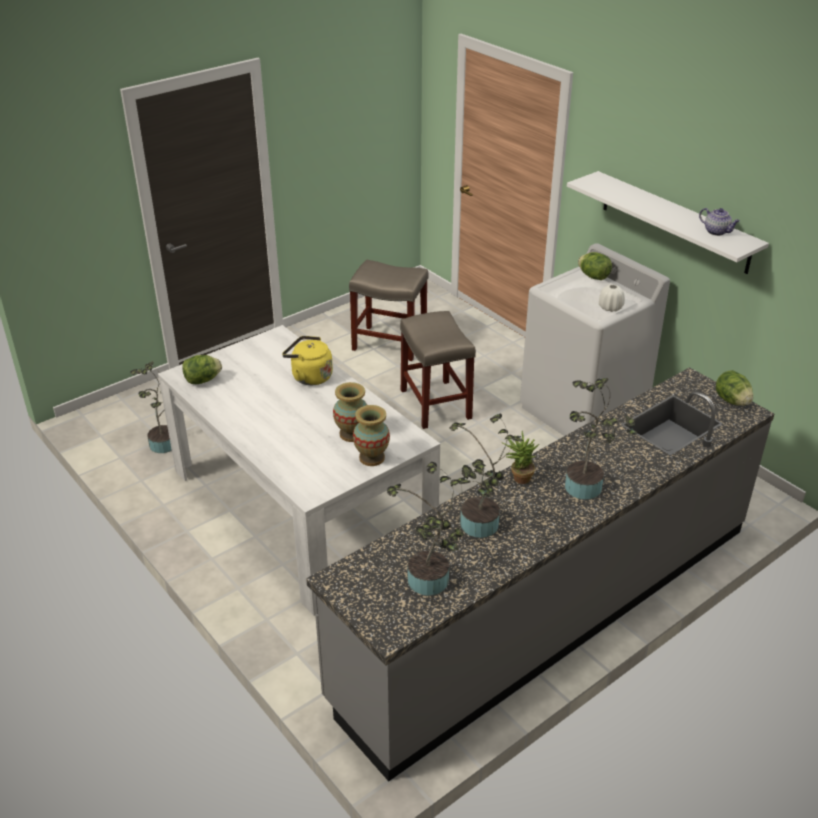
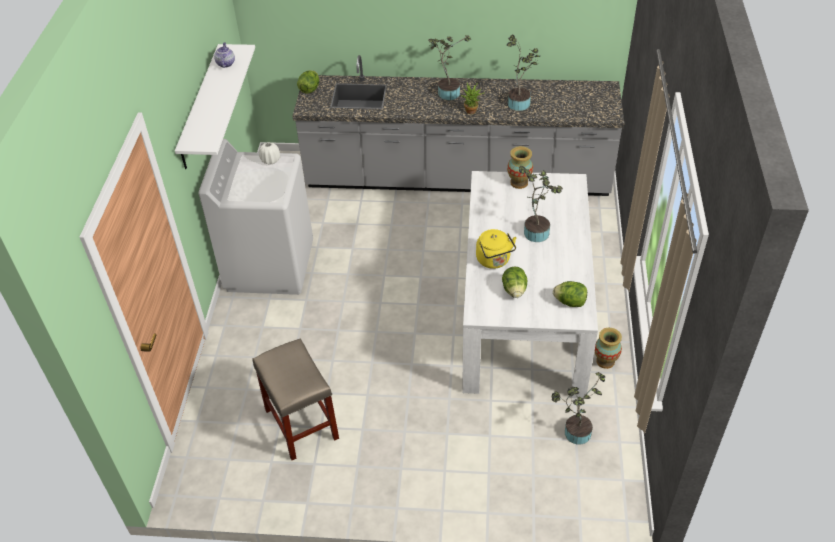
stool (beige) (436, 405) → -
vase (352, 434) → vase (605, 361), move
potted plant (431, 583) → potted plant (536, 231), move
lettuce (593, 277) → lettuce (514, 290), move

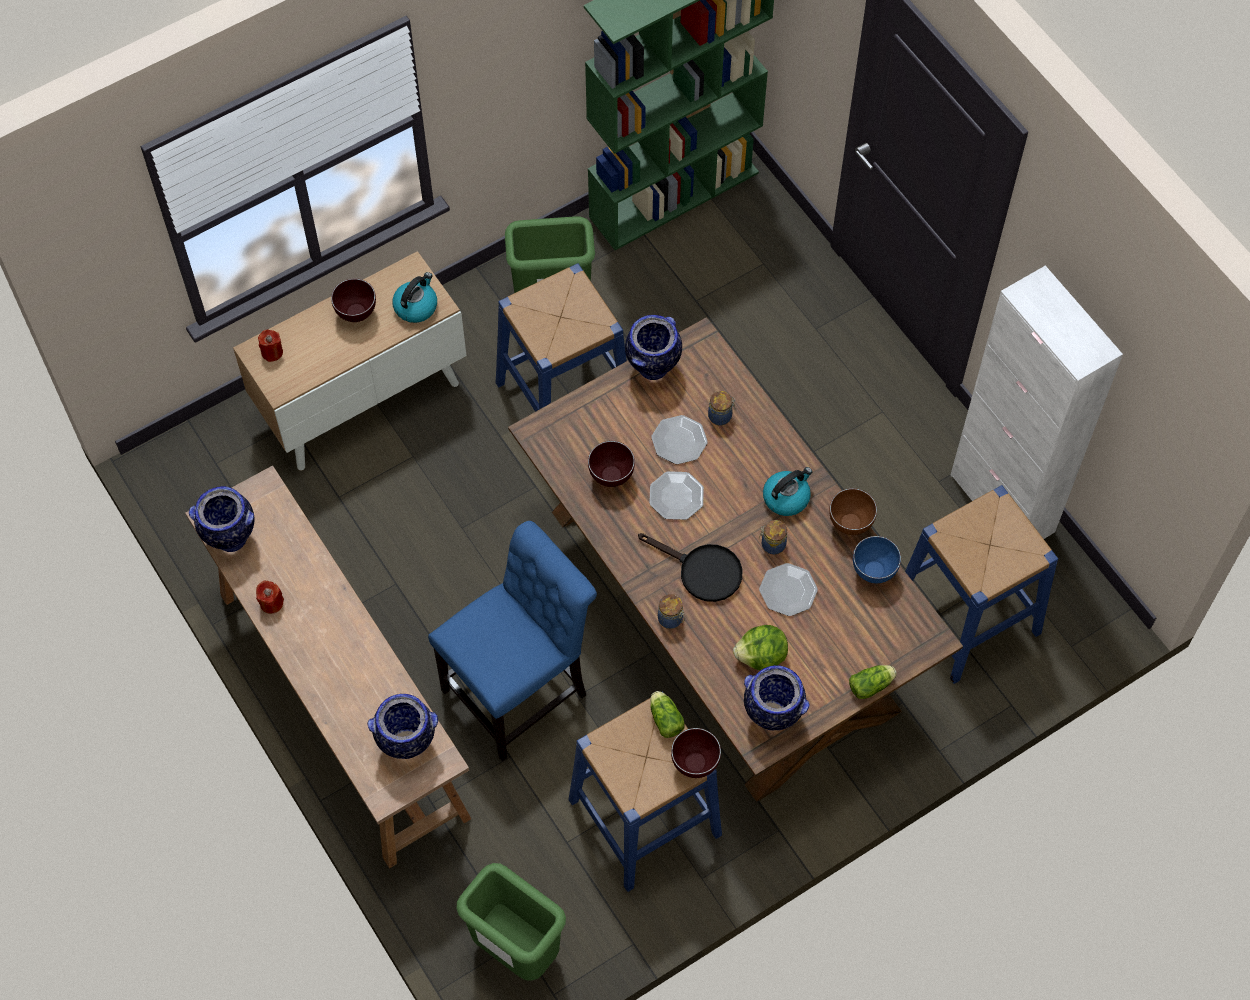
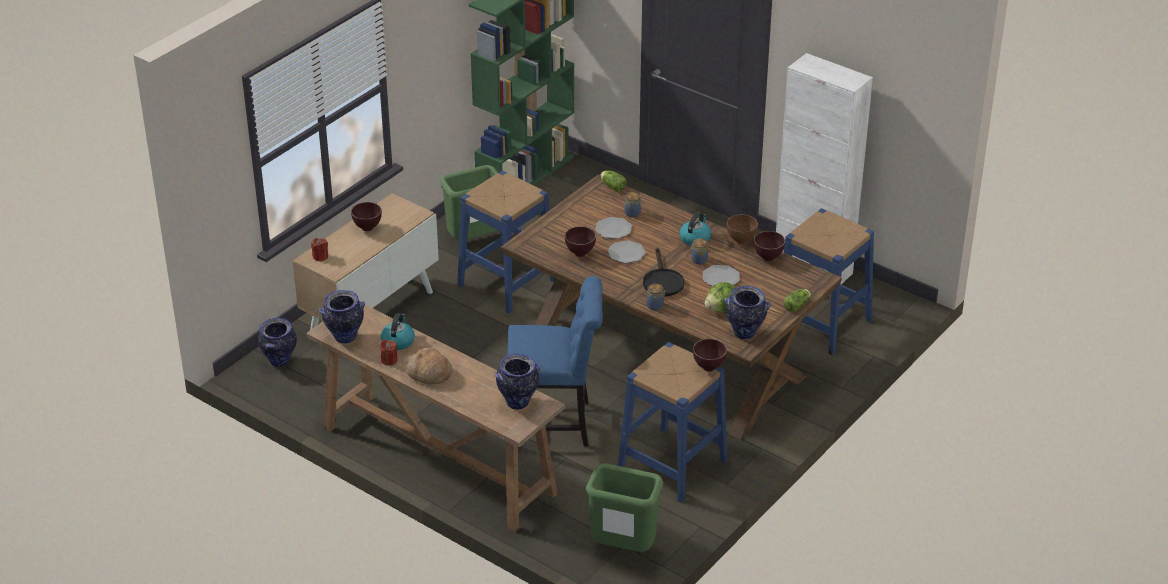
- → bread (429, 373)
kettle (416, 306) → kettle (398, 341), move
vase (653, 369) → vase (279, 362), move
lettuce (665, 718) → lettuce (612, 186), move
bowl (blue) (874, 572) → bowl (brown) (768, 258)
chair (blue) (521, 689) → chair (blue) (555, 424), 60 degrees clockwise
frying pan (black) (702, 571) → frying pan (black) (662, 281), 75 degrees clockwise

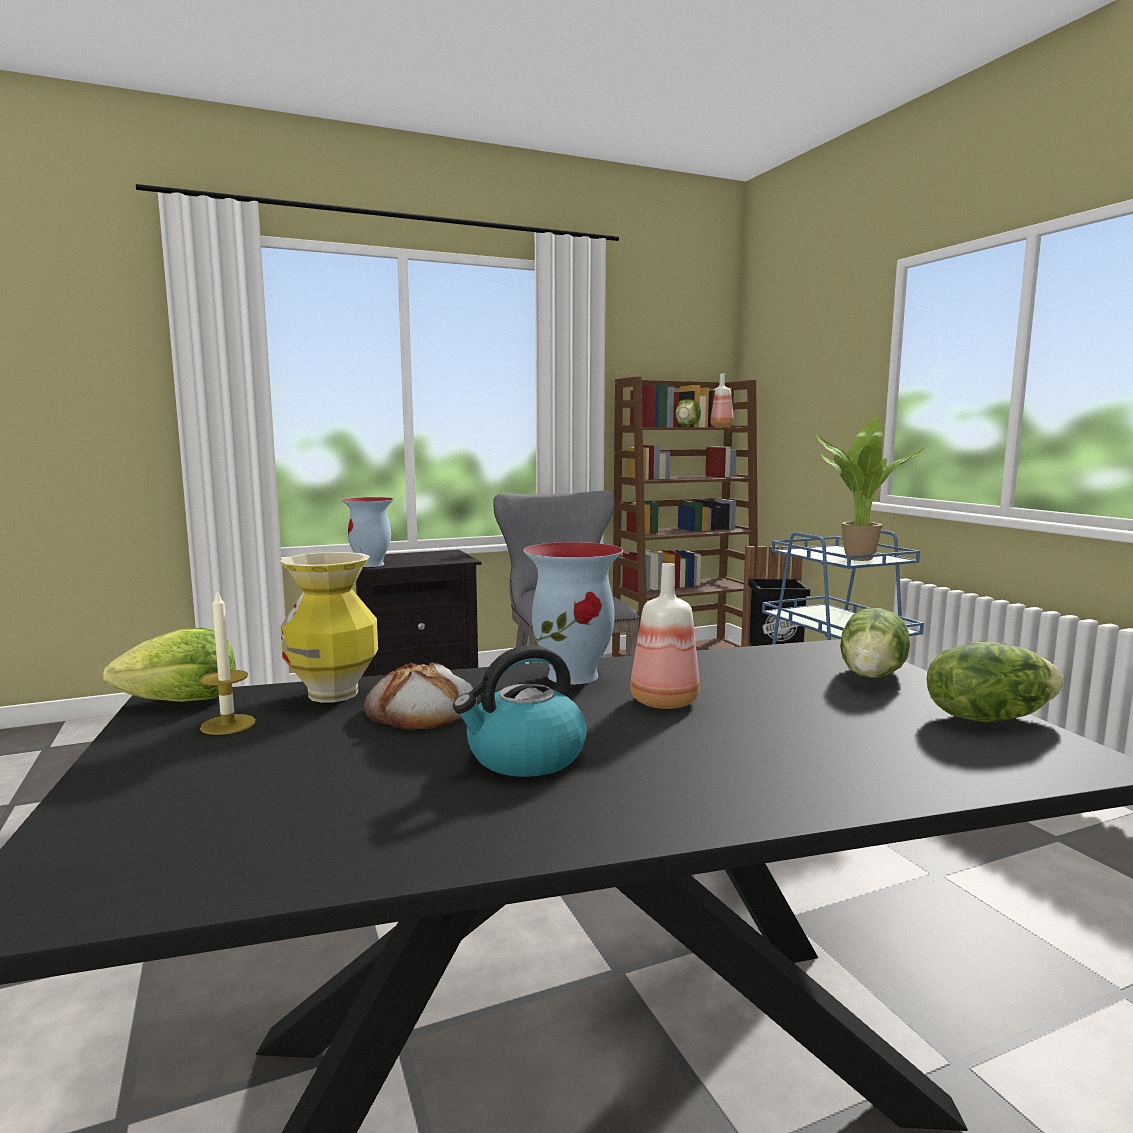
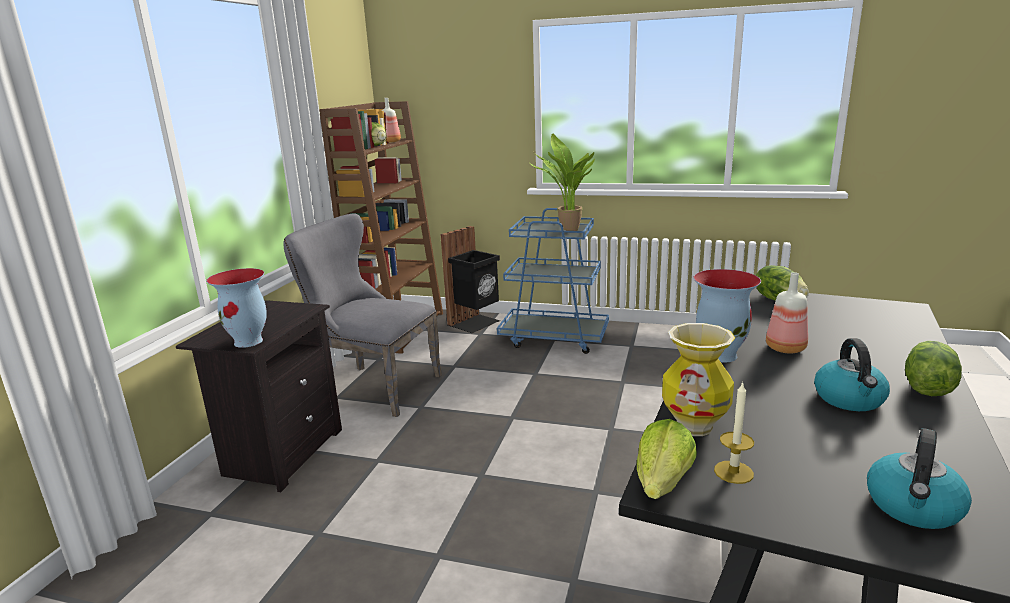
bread (421, 711) → -
- → kettle (913, 507)
lettuce (987, 717) → lettuce (926, 387), move

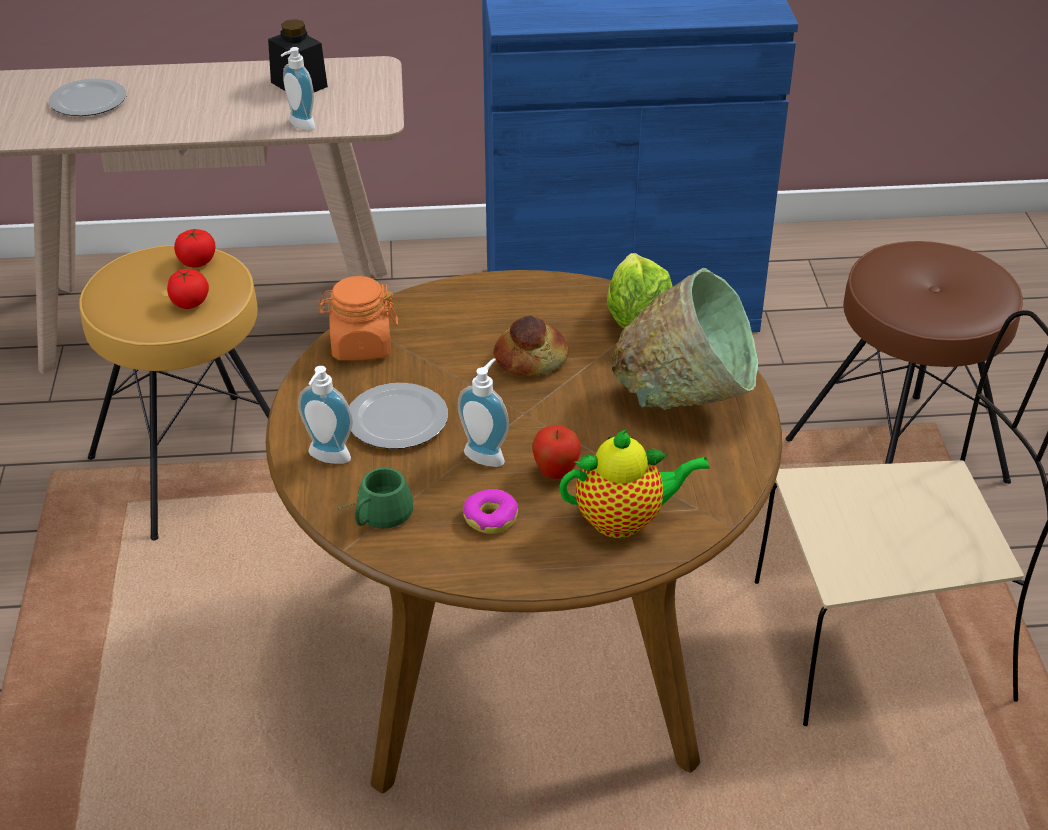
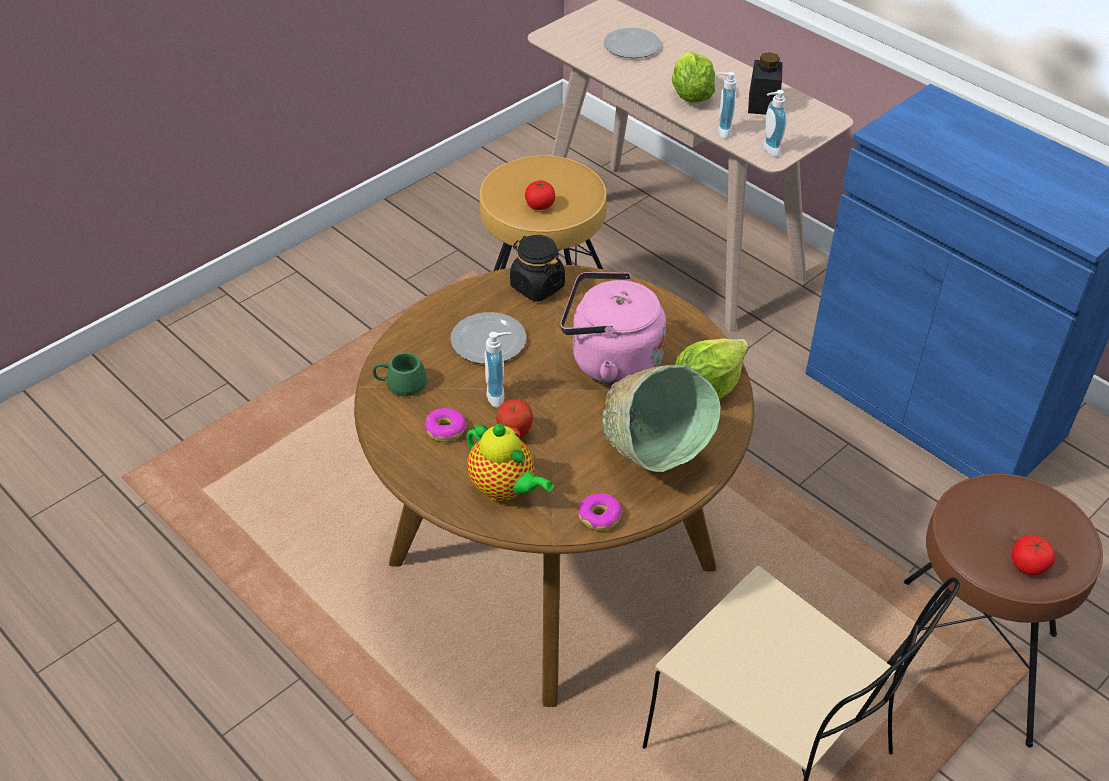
- → donut (600, 516)
- → lettuce (690, 95)
tomato (197, 262) → tomato (1028, 565), move
soap dispenser (327, 459) → soap dispenser (768, 150), move
bread (530, 358) → kettle (pink) (610, 362)
jar (orange) (360, 346) → jar (black) (537, 286)

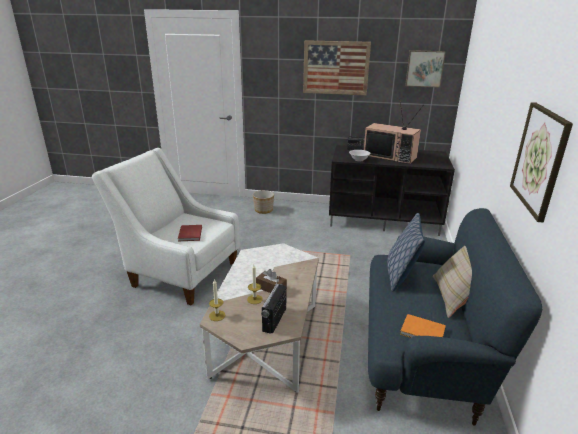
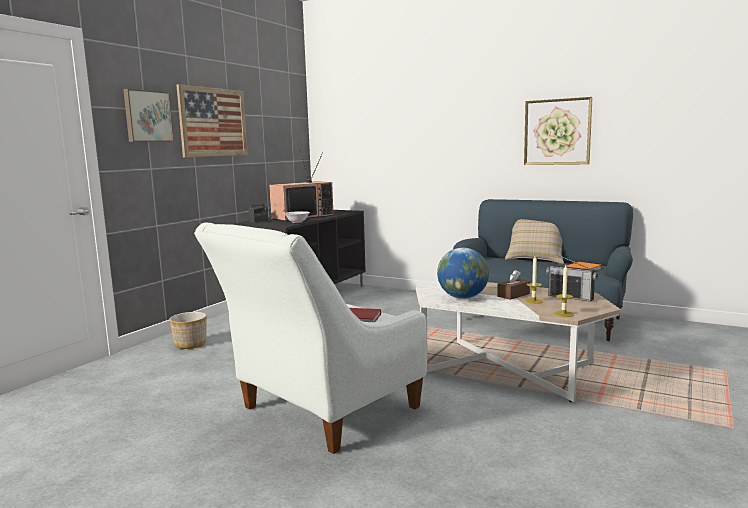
pillow (401, 275) → -
- → globe (463, 297)
picture (424, 68) → picture (147, 116), move

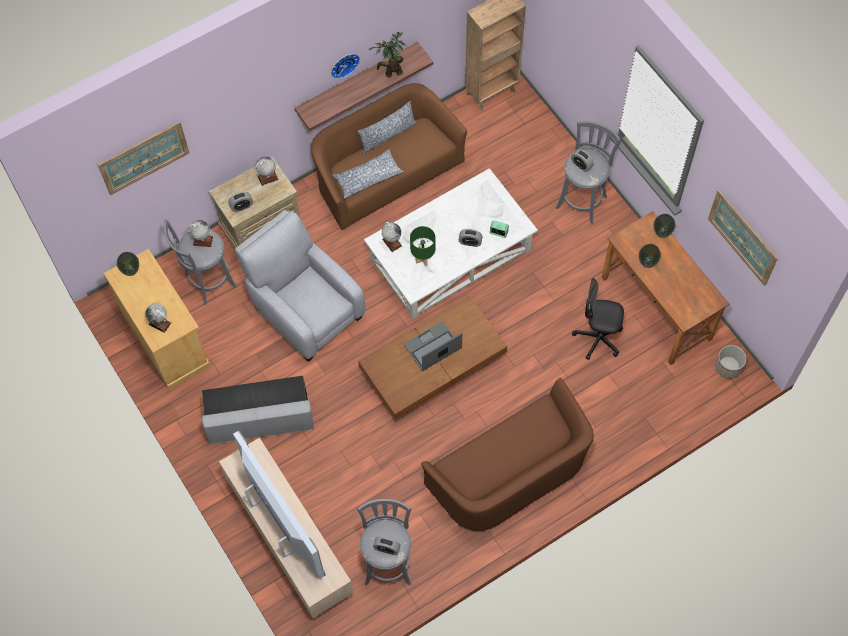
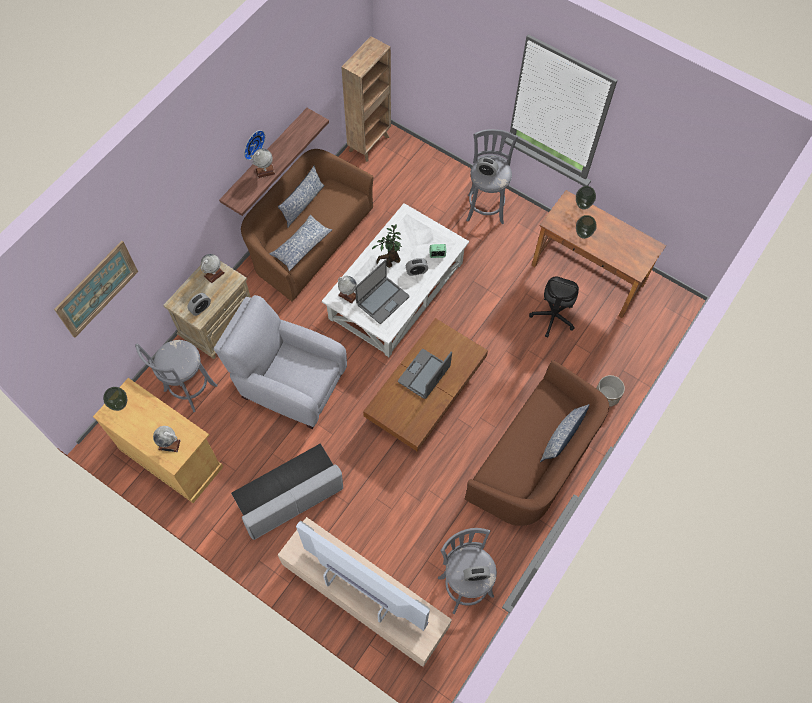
picture (742, 237) → -
- → pillow (562, 437)
globe (202, 240) → globe (265, 171), move
potted plant (391, 73) → potted plant (390, 262), move
planter (728, 367) → planter (607, 396), move
table lamp (green) (423, 259) → laptop (382, 300)
office chair (black) (598, 339) → office chair (black) (552, 317), 60 degrees counterclockwise

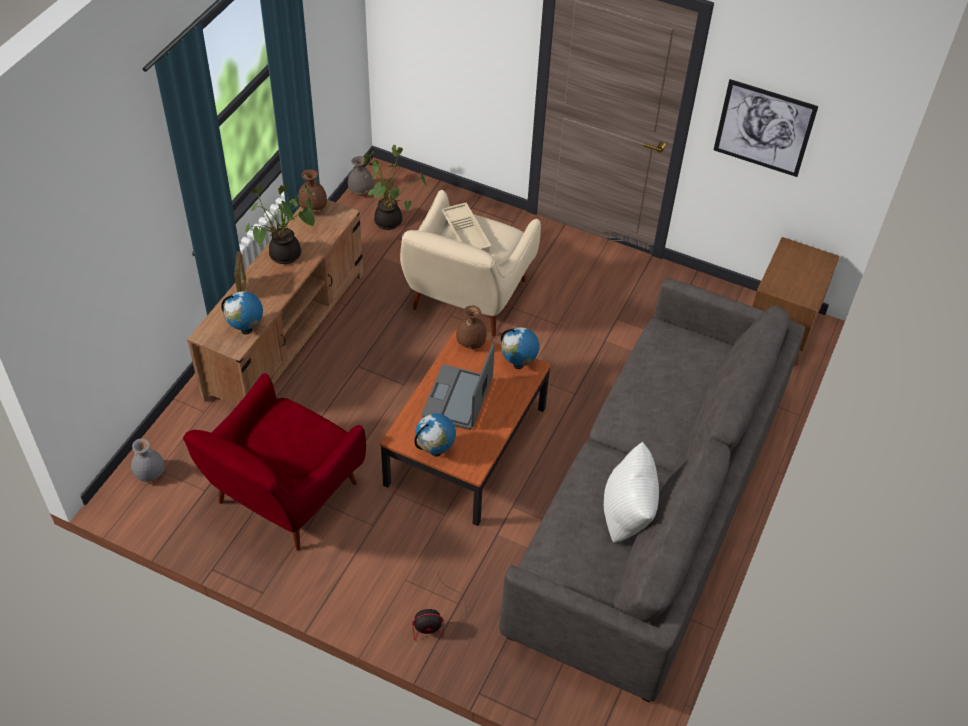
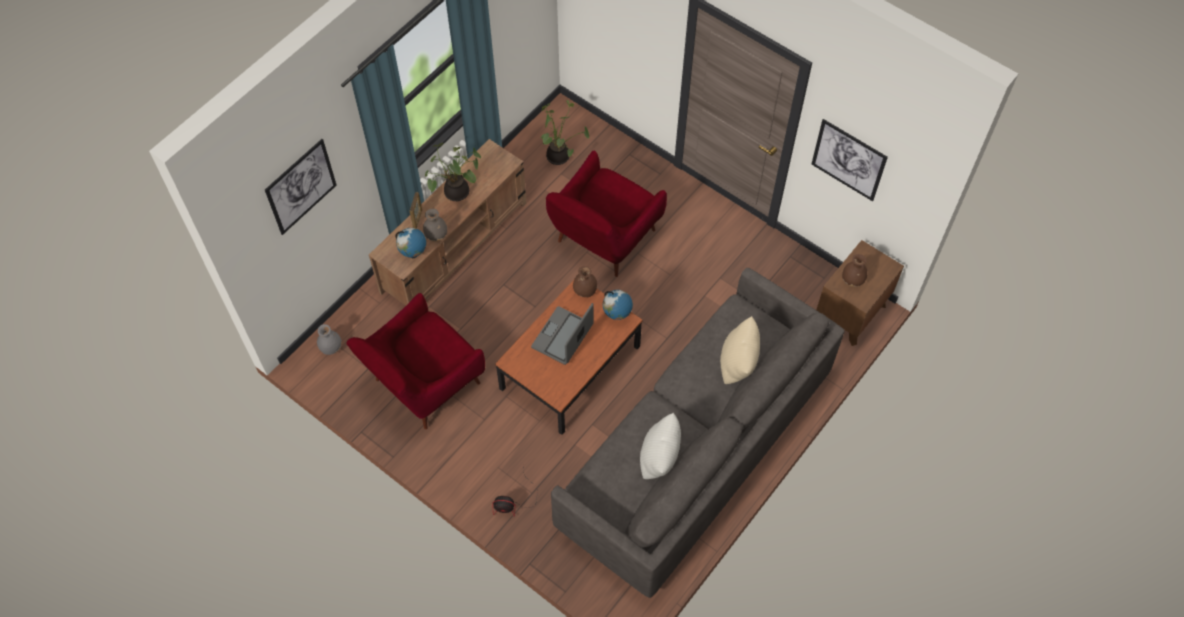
globe (435, 451) → -
tray (beige) (467, 234) → -
- → picture (301, 187)
- → pillow (beige) (738, 366)
vase (brown) (314, 208) → vase (brown) (853, 280), move
vase (grey) (361, 191) → vase (grey) (436, 235), move
armchair (beige) (467, 299) → armchair (red) (603, 239)

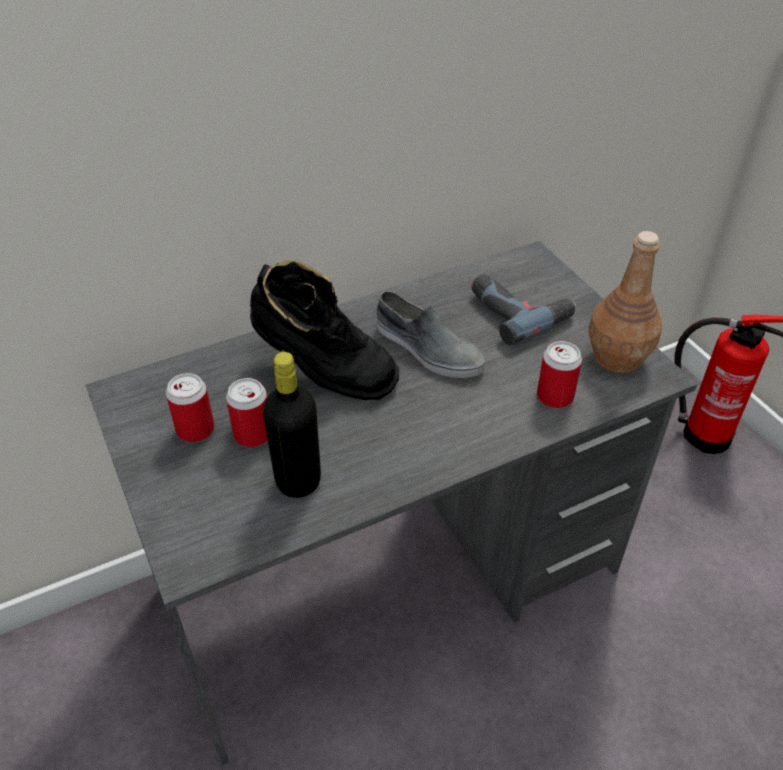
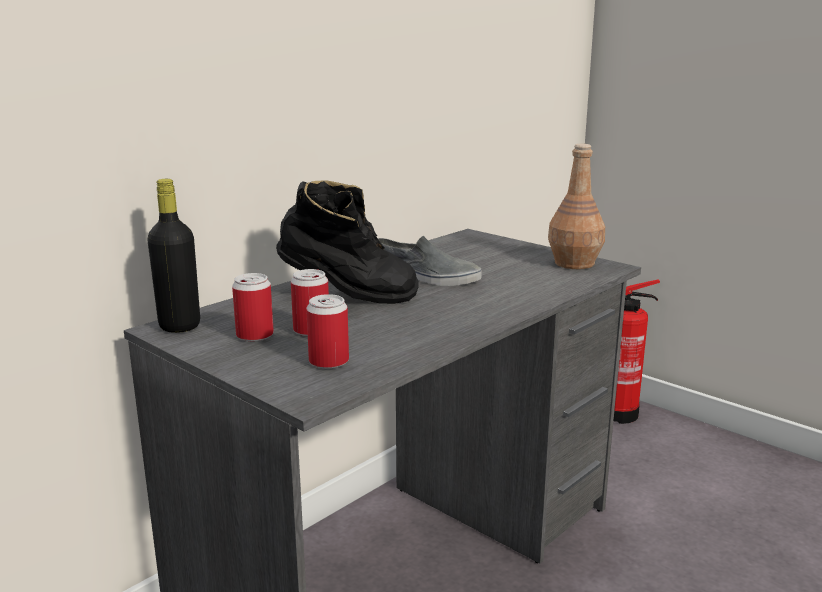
power drill (518, 310) → -
bottle (black) (298, 480) → bottle (black) (179, 326), move
can (555, 396) → can (329, 361), move

